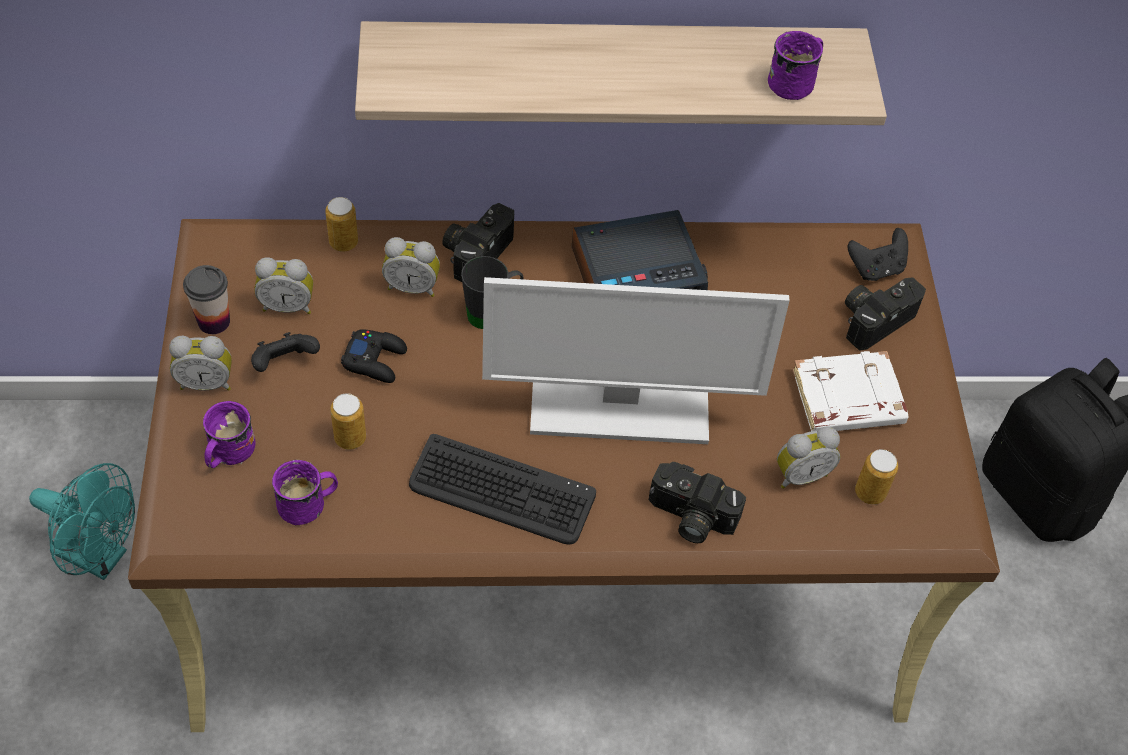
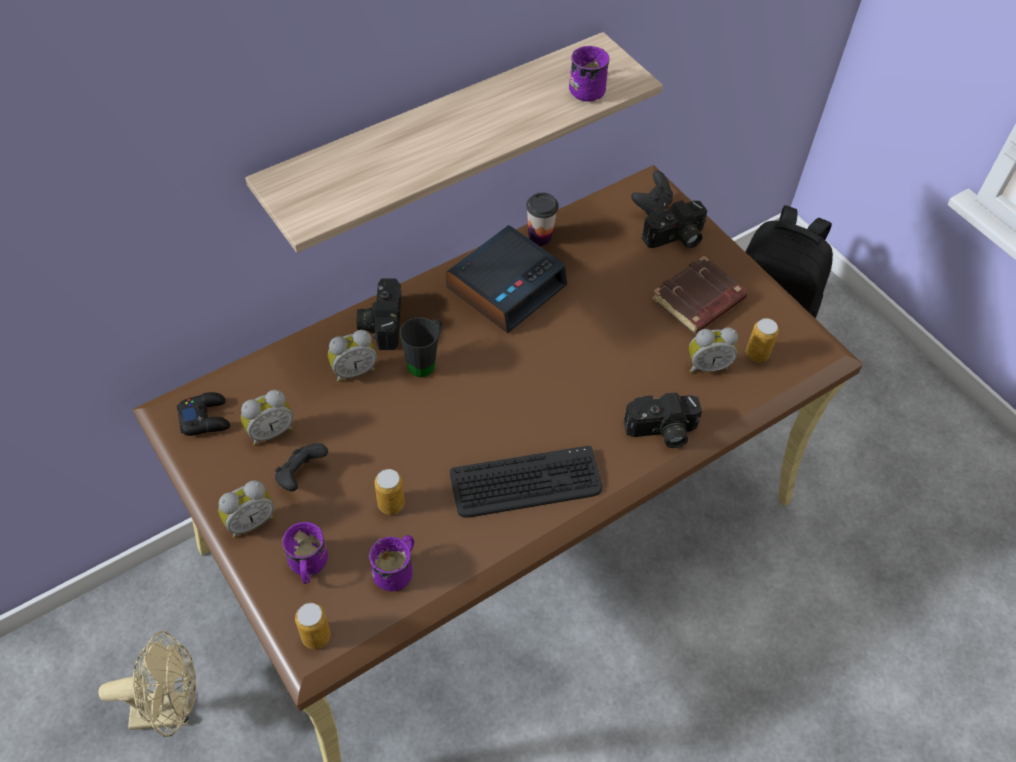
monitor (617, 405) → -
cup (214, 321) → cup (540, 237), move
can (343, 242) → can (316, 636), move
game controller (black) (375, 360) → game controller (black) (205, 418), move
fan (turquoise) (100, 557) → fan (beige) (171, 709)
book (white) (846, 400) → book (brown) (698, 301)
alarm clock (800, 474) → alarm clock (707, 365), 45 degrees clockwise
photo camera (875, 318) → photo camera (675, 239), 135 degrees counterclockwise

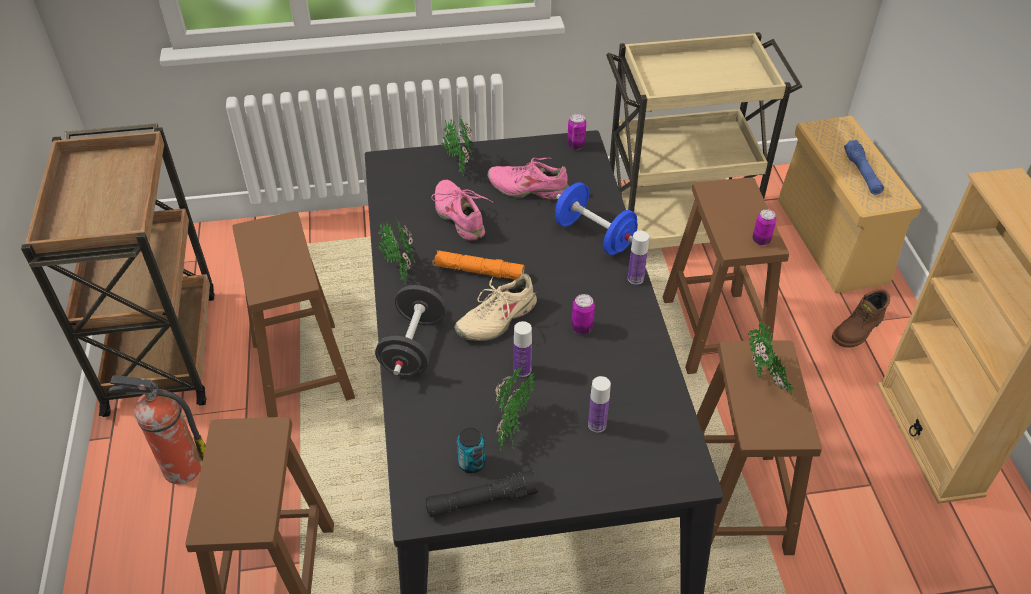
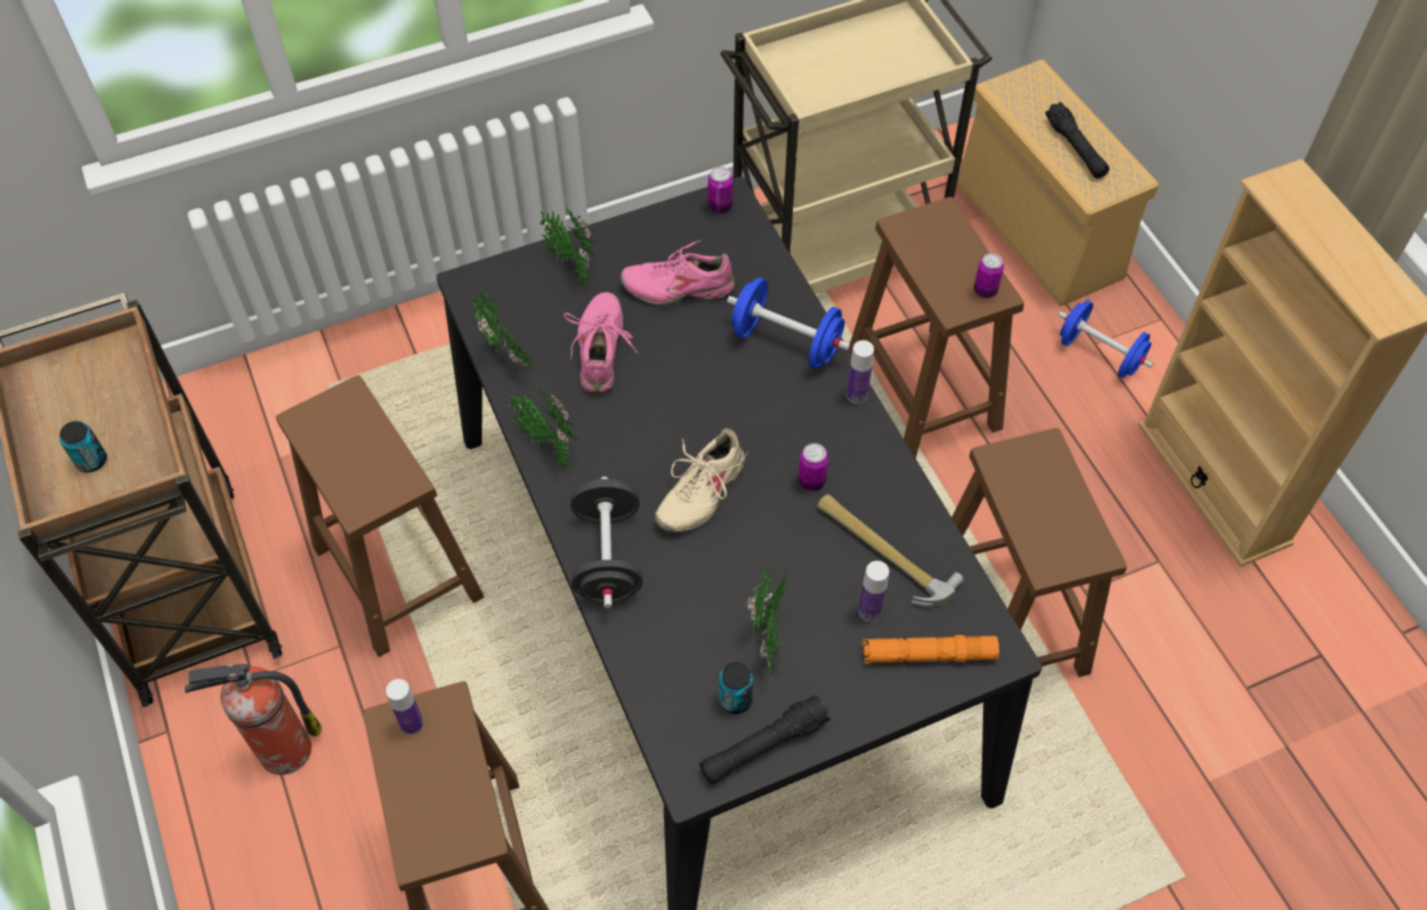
- → can (92, 461)
- → hammer (884, 552)
flashlight (orange) (478, 271) → flashlight (orange) (928, 654), move
bottle (522, 370) → bottle (412, 724), move
potted plant (764, 380) → potted plant (507, 357), move
boot (brown) (858, 330) → dumbbell (blue) (1099, 354)
flashlight (blue) (862, 173) → flashlight (black) (1075, 148)
shoe (pink) (460, 216) → shoe (pink) (602, 350), 45 degrees clockwise

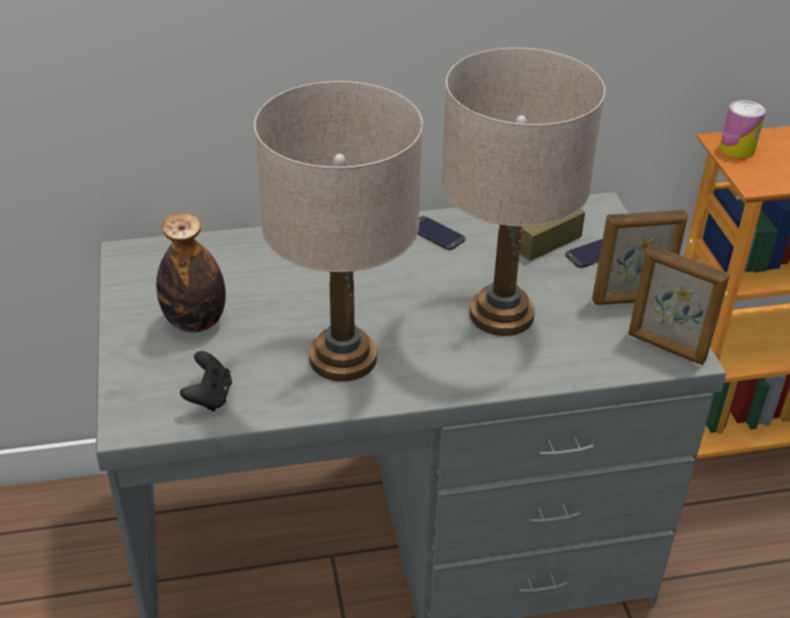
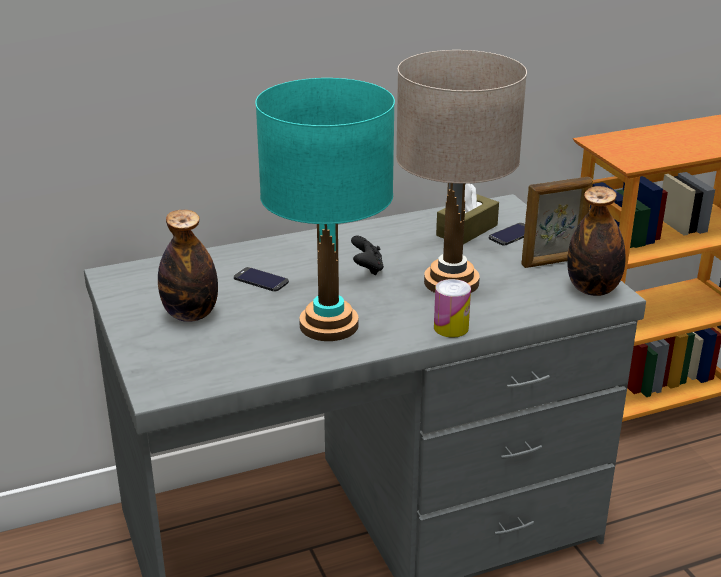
game controller (black) (209, 397) → game controller (black) (367, 268), move
phone (436, 233) → phone (261, 280), move
can (737, 149) → can (451, 328), move
picture frame (666, 348) → bottle (593, 289)
table lamp (beige) (343, 358) → table lamp (turquoise) (329, 325)

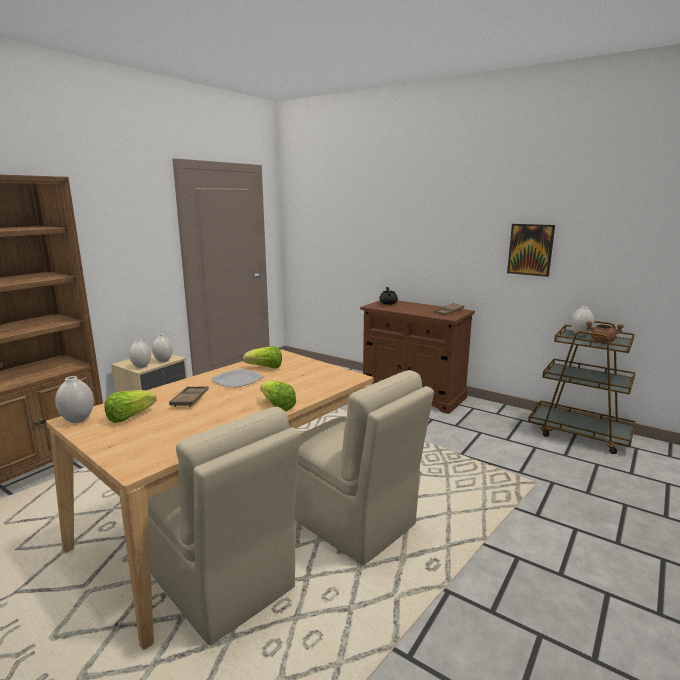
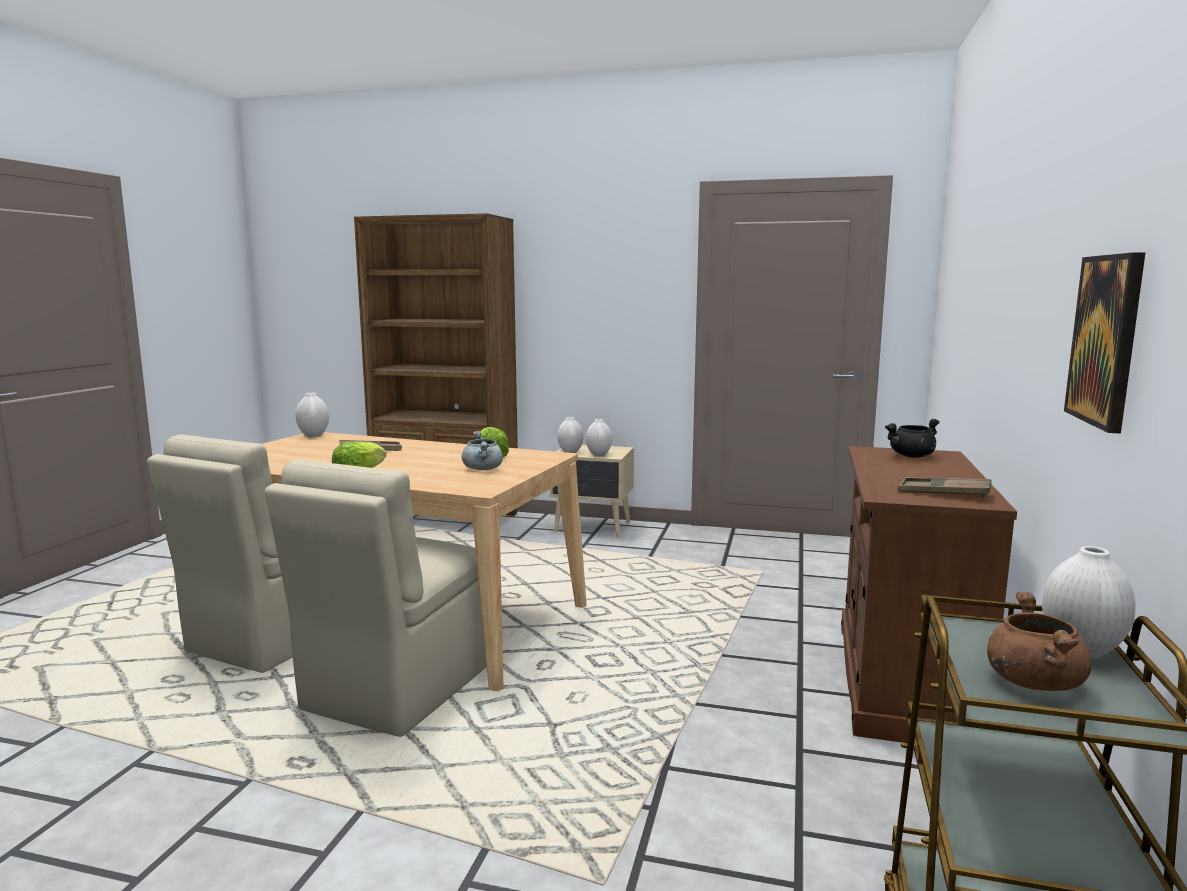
lettuce (129, 417) → -
plate (238, 380) → -
- → cooking pot (grey) (483, 469)

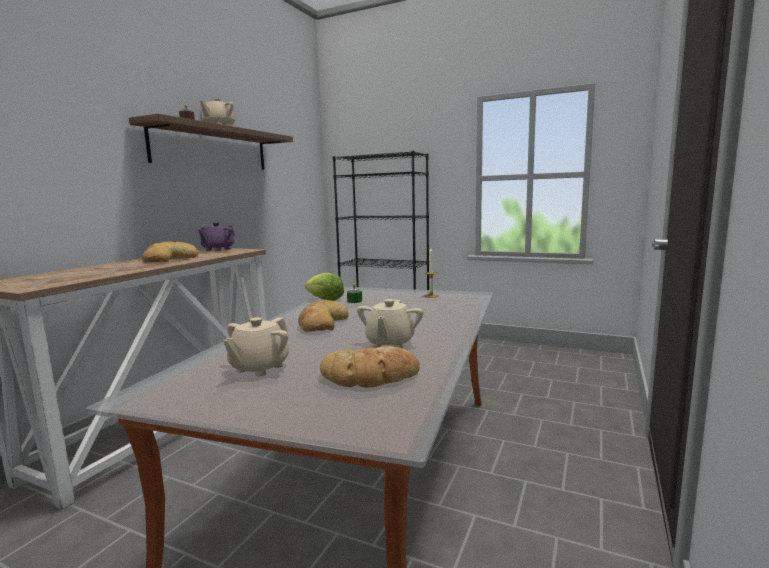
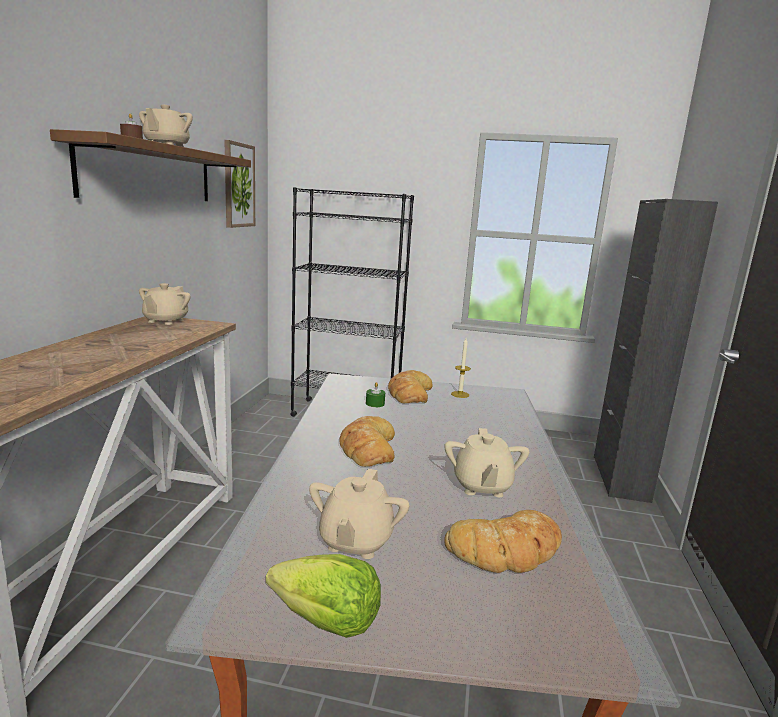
- → picture (238, 185)
- → cabinet (black) (620, 478)
bread (169, 259) → bread (409, 393), move
lettuce (325, 299) → lettuce (326, 621), move
teapot (purple) (218, 249) → teapot (beige) (165, 321)

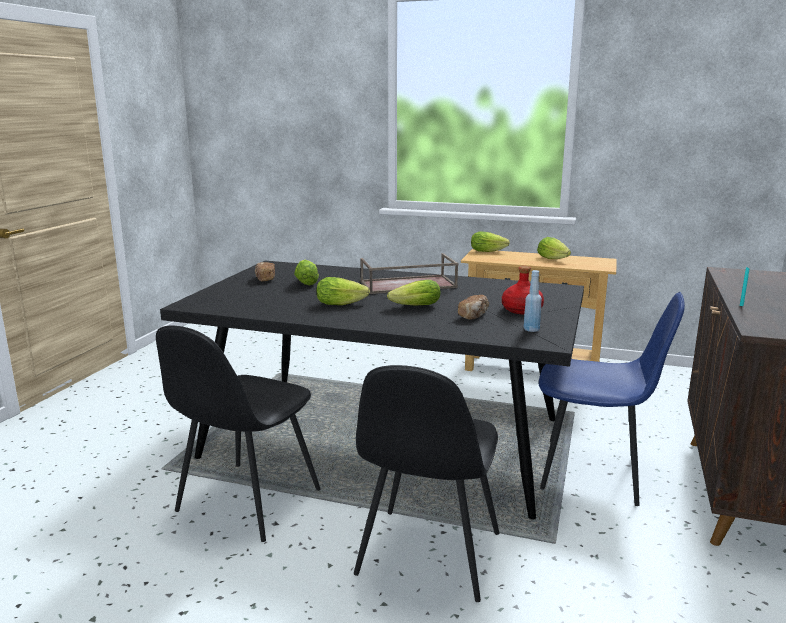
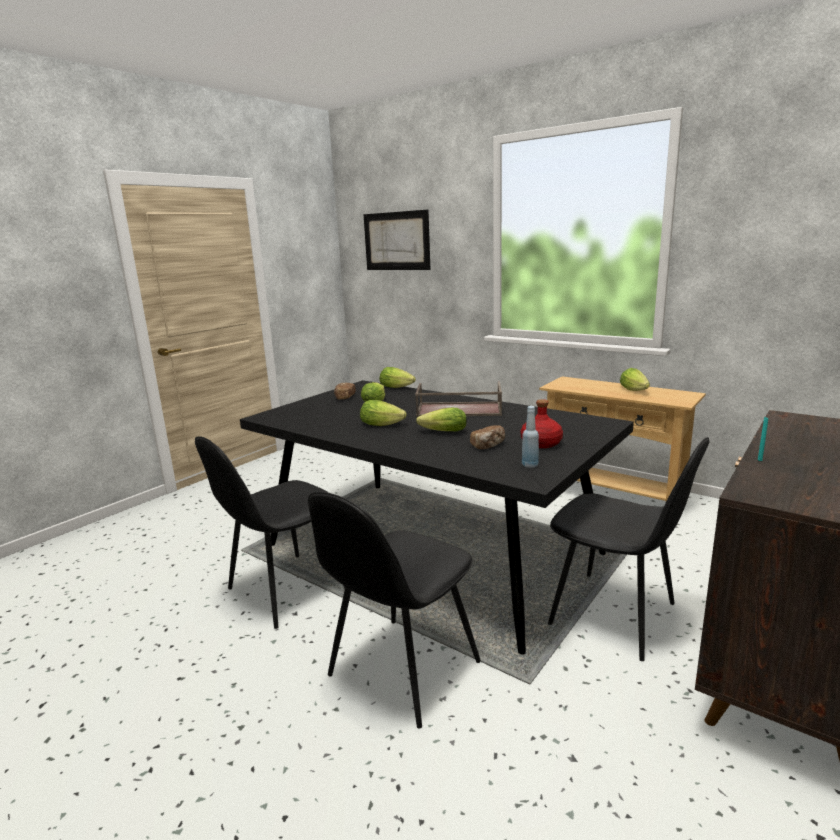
- → picture (396, 241)
lettuce (489, 251) → lettuce (398, 387), move
chair (blue) (594, 472) → chair (black) (616, 615)

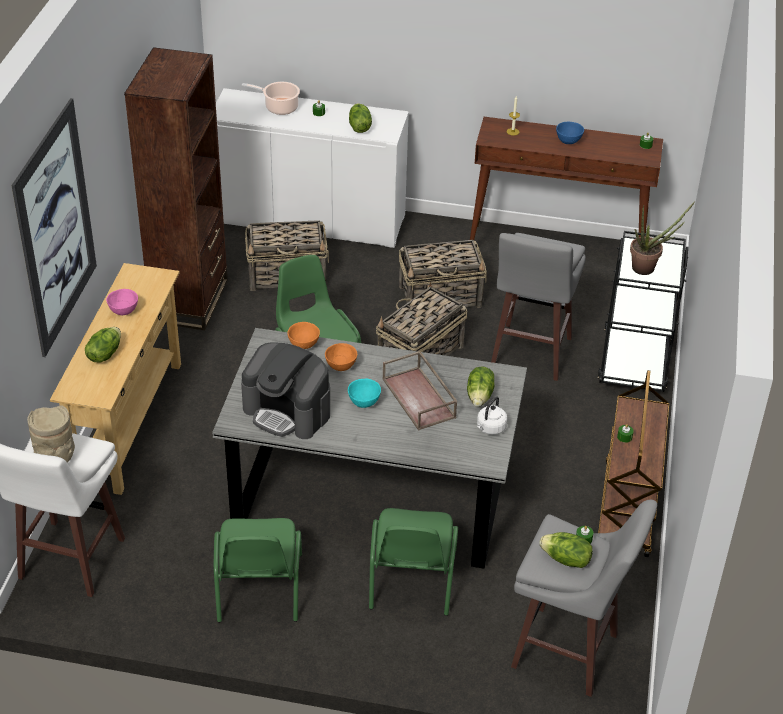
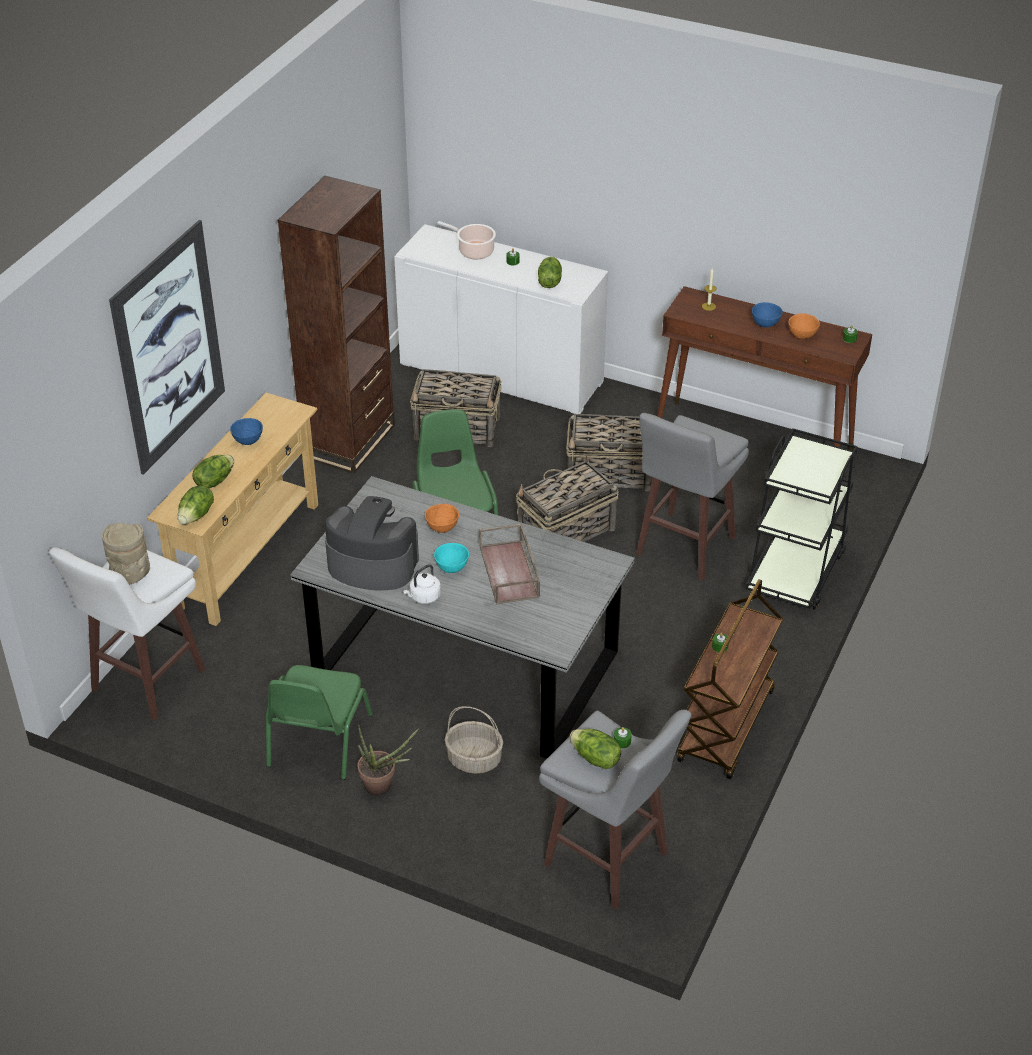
bowl (orange) (304, 345) → bowl (orange) (802, 336), move
lettuce (480, 396) → lettuce (197, 515), move
kettle (white) (490, 428) → kettle (white) (423, 597), move
potted plant (648, 268) → potted plant (383, 787), move
chair (green) (411, 580) → basket (473, 759)
bowl (pink) (123, 311) → bowl (blue) (247, 441)
coffee machine (287, 411) → coffee machine (372, 565), 150 degrees clockwise

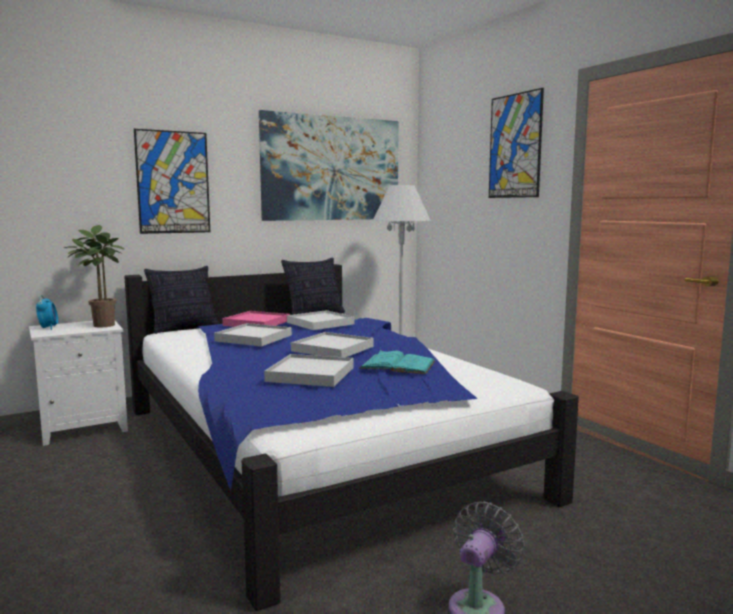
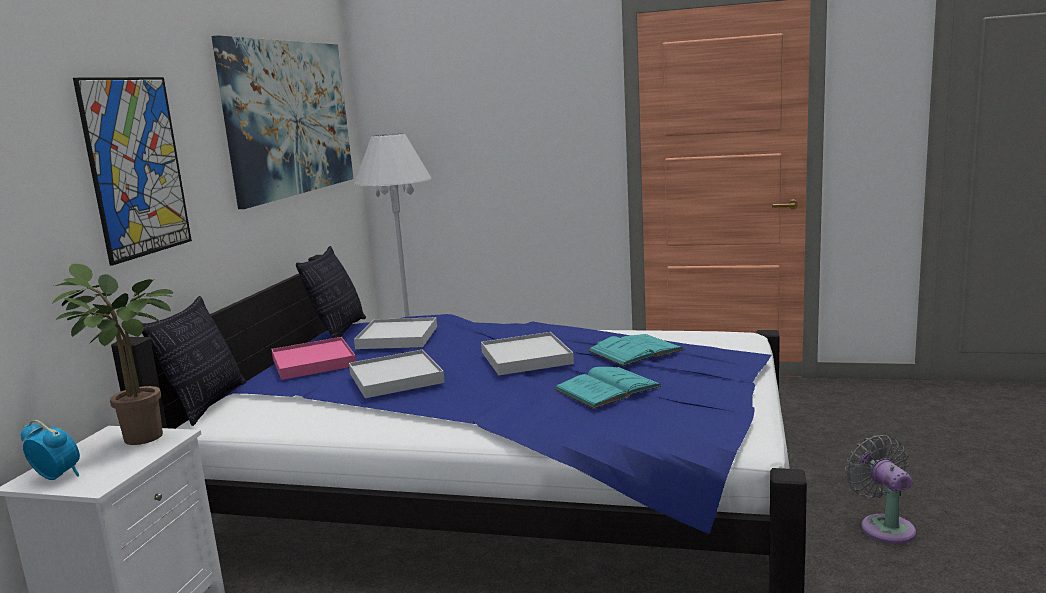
picture (515, 146) → -
tray (white) (310, 374) → book (turquoise) (607, 388)

